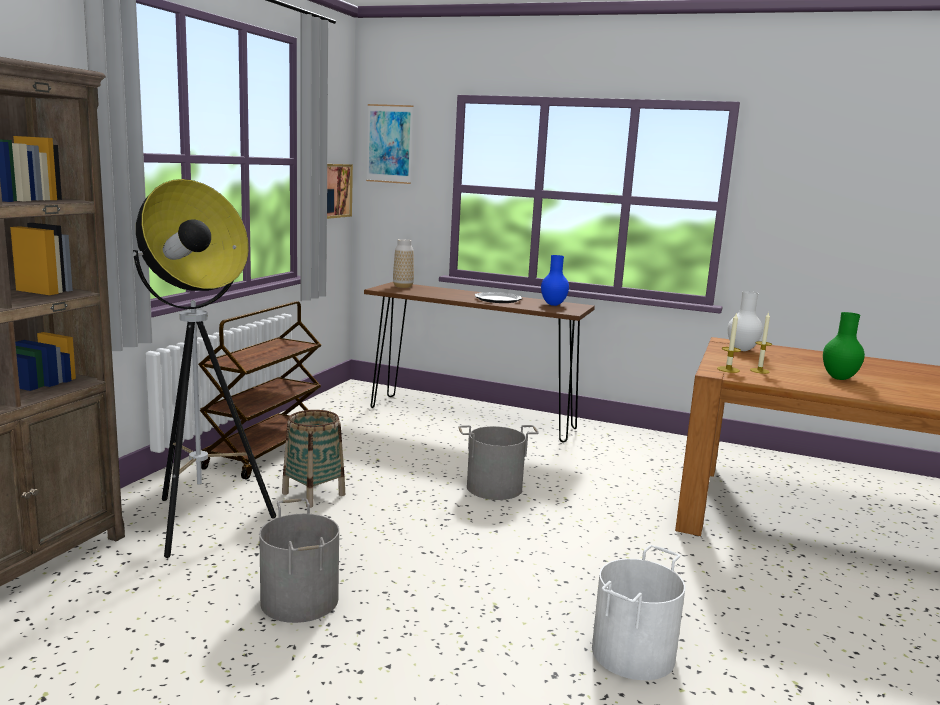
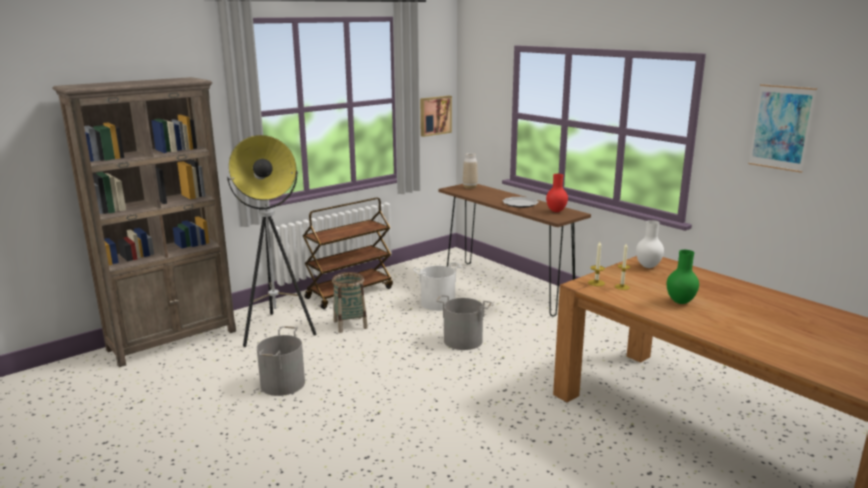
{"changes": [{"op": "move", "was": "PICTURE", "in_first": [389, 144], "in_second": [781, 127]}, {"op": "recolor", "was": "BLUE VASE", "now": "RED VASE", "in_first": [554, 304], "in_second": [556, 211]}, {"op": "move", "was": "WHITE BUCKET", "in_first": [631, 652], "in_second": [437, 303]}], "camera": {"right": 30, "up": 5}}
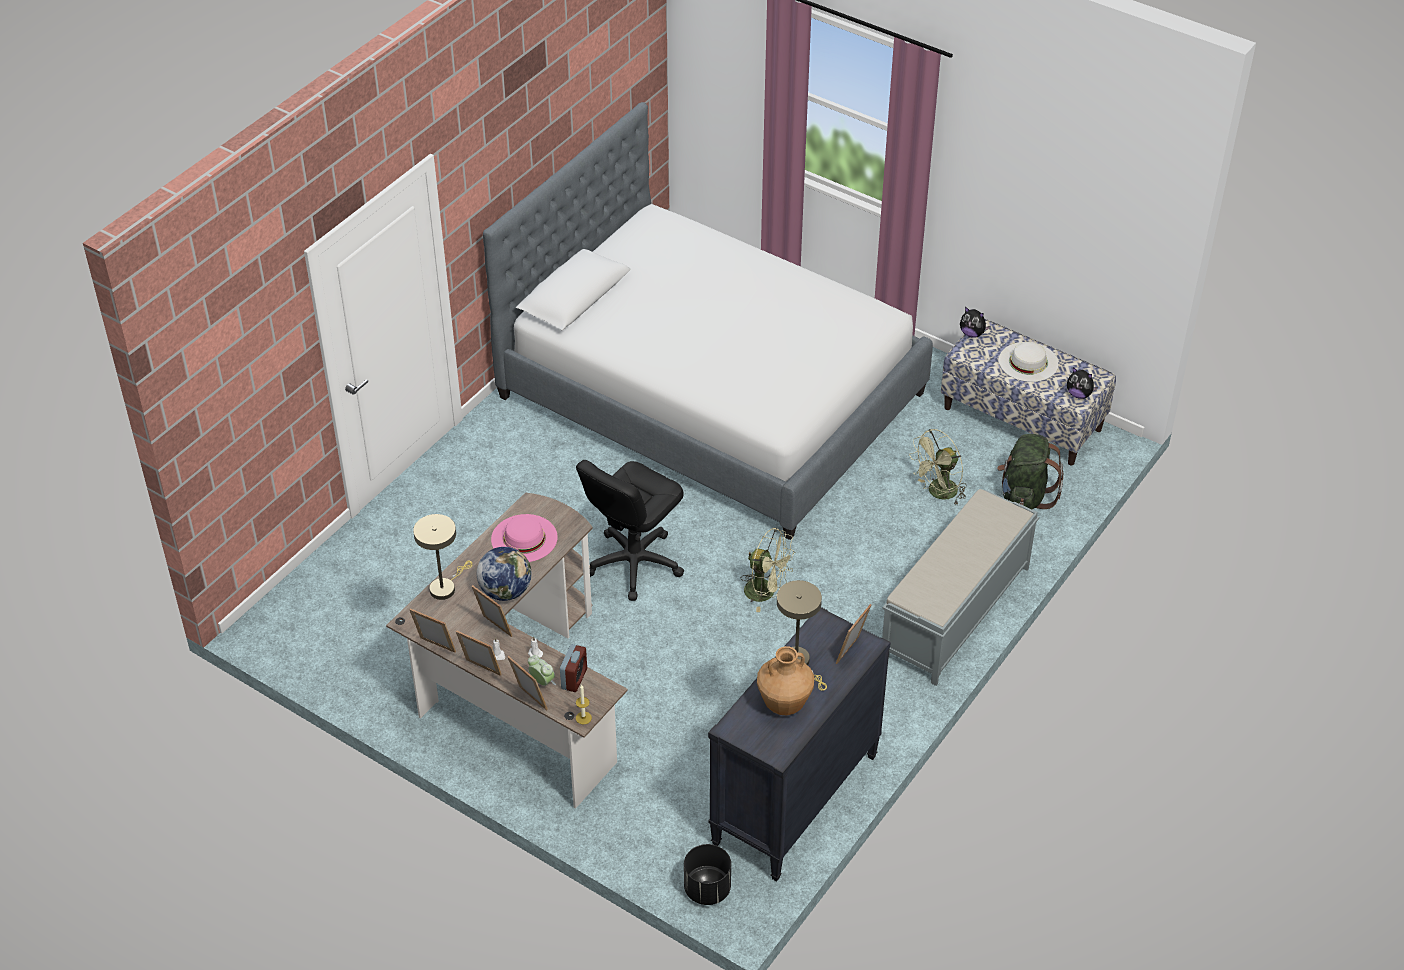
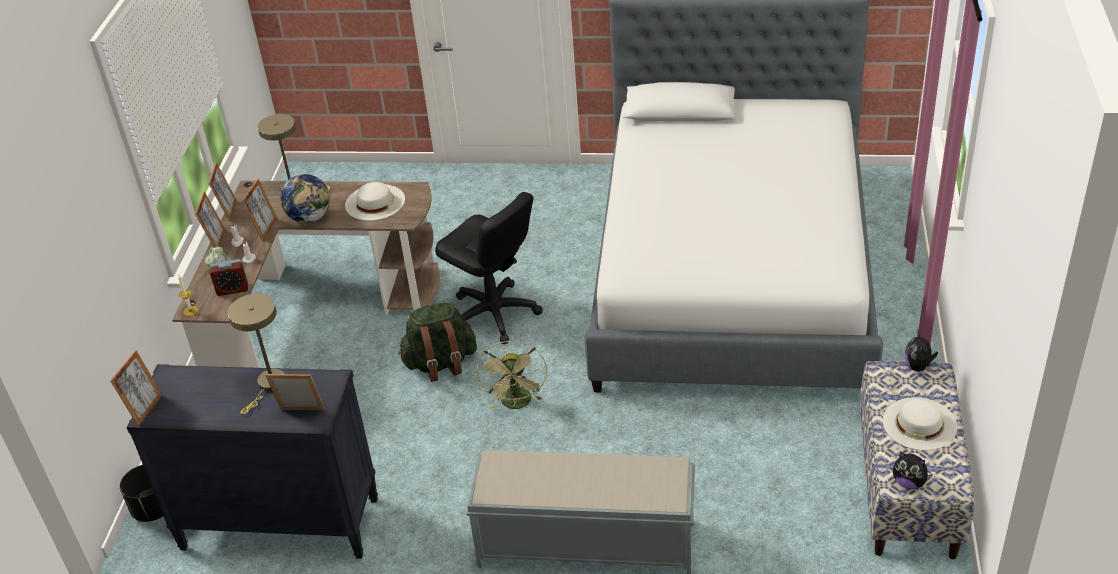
{"changes": [{"op": "recolor", "was": "PINK HAT", "now": "WHITE HAT", "in_first": [524, 538], "in_second": [375, 202]}, {"op": "move", "was": "PICTURE FRAME", "in_first": [529, 701], "in_second": [145, 409]}, {"op": "rotate", "was": "BLACK OFFICE CHAIR", "in_first": [634, 563], "in_second": [493, 314], "clockwise": -150}, {"op": "delete", "was": "BROWN VASE", "in_first": [784, 704]}, {"op": "delete", "was": "GREEN FAN", "in_first": [938, 493]}, {"op": "move", "was": "GREEN BACKPACK", "in_first": [1024, 496], "in_second": [441, 363]}, {"op": "rotate", "was": "PLUSH TOY", "in_first": [1079, 394], "in_second": [909, 483], "clockwise": -60}], "camera": {"right": 65, "up": -5}}
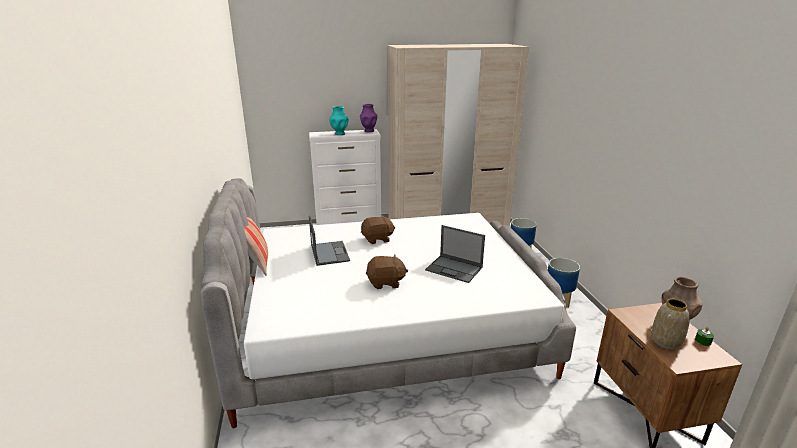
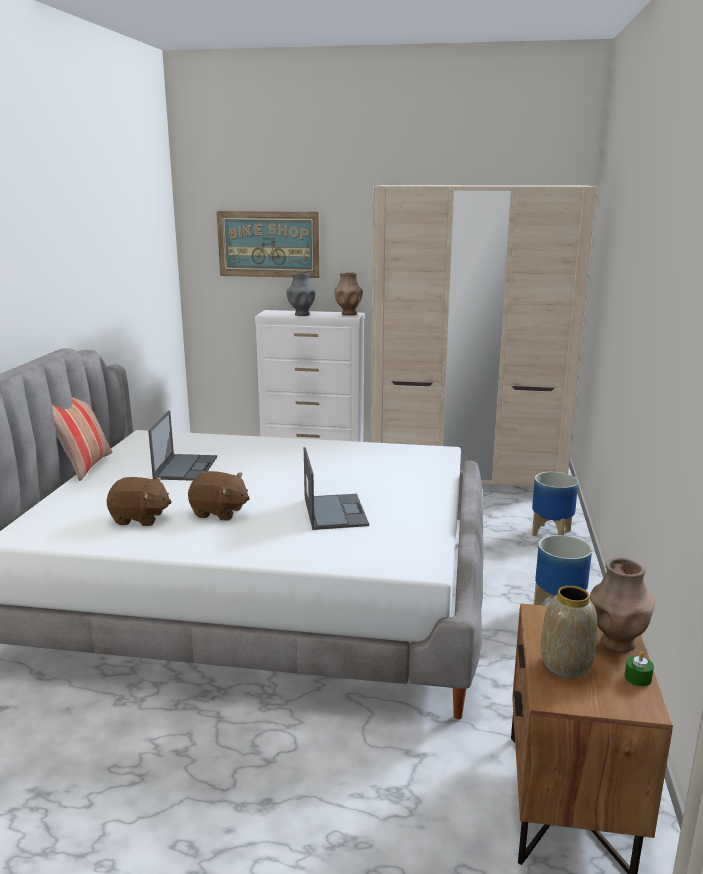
{"changes": [{"op": "recolor", "was": "TURQUOISE VASE", "now": "GREY VASE", "in_first": [339, 134], "in_second": [302, 314]}, {"op": "recolor", "was": "PURPLE VASE", "now": "BROWN VASE", "in_first": [369, 131], "in_second": [348, 314]}, {"op": "move", "was": "BROWN PLUSH TOY", "in_first": [377, 239], "in_second": [140, 518]}, {"op": "rotate", "was": "LAPTOP", "in_first": [454, 269], "in_second": [334, 511], "clockwise": -150}, {"op": "insert", "now": "PICTURE", "in_second": [268, 244]}], "camera": {"right": 20, "up": -5}}
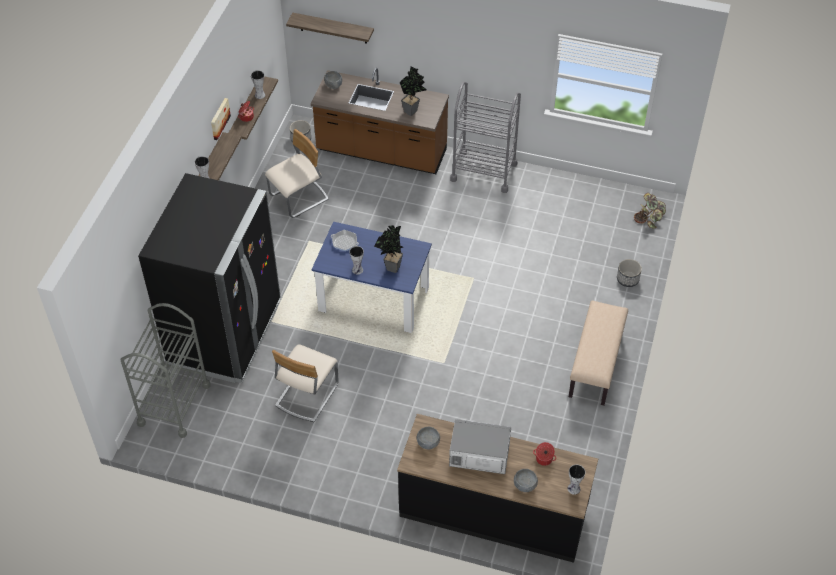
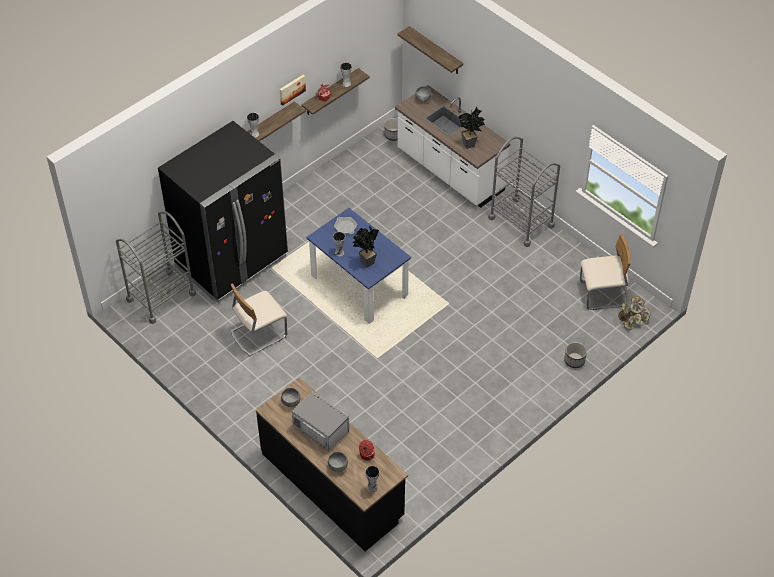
{"changes": [{"op": "move", "was": "BEIGE CHAIR", "in_first": [299, 198], "in_second": [603, 294]}, {"op": "recolor", "was": "BROWN COUNTER", "now": "WHITE COUNTER", "in_first": [381, 152], "in_second": [449, 171]}, {"op": "delete", "was": "BEIGE BENCH", "in_first": [596, 364]}], "camera": {"right": 30, "up": 0}}
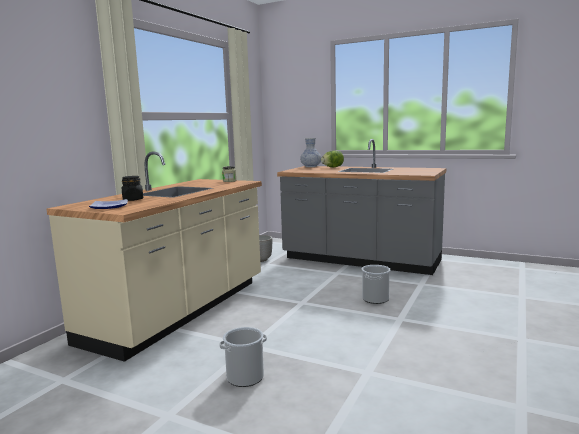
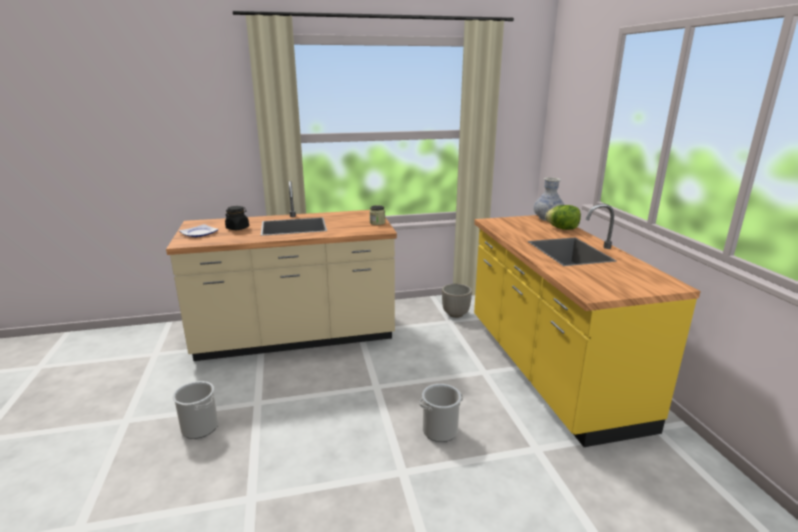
{"changes": [{"op": "recolor", "was": "GREY COUNTER", "now": "YELLOW COUNTER", "in_first": [360, 260], "in_second": [549, 370]}], "camera": {"right": 50, "up": 10}}
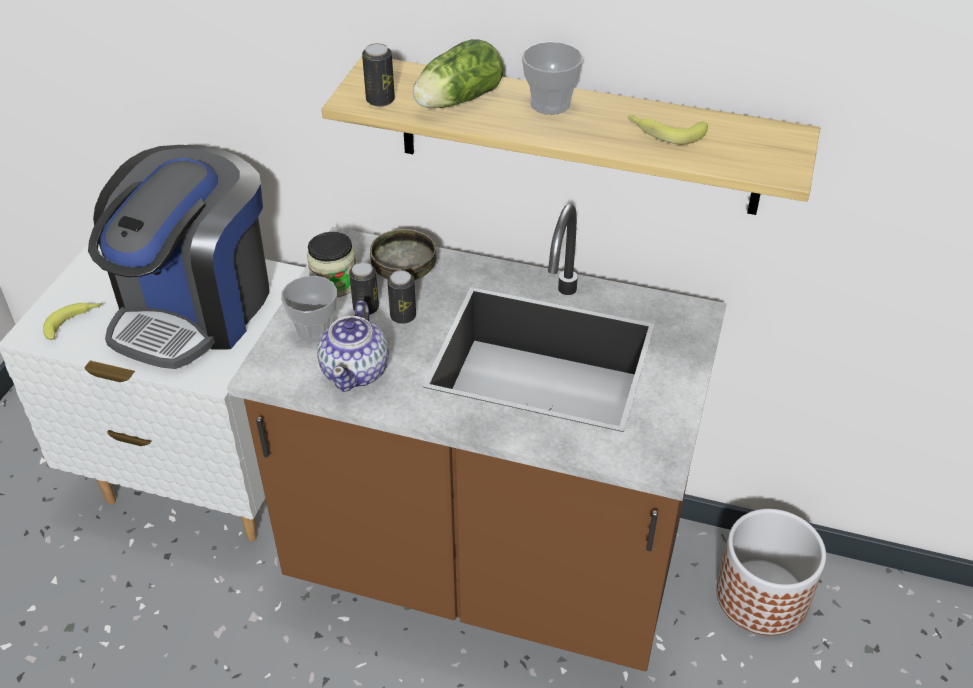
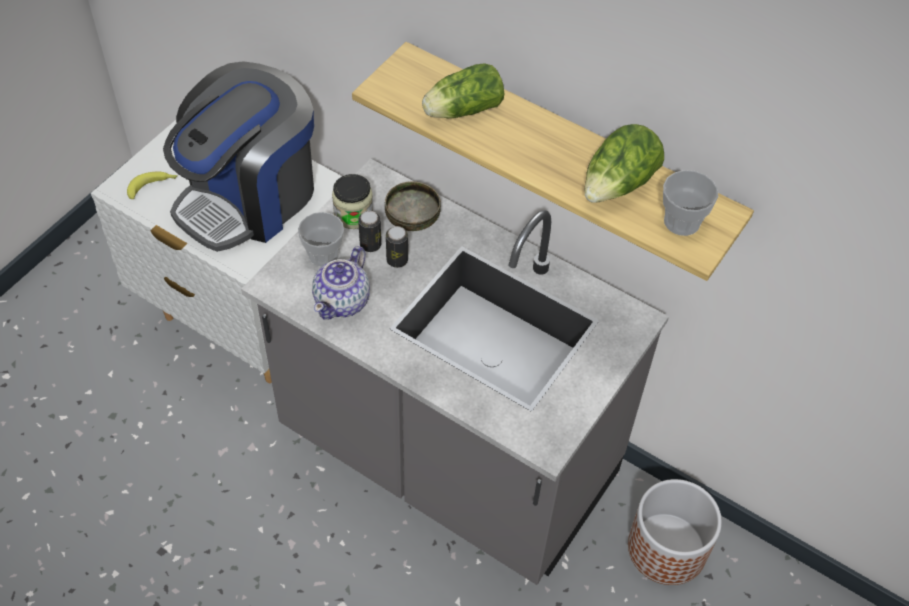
{"changes": [{"op": "recolor", "was": "BROWN COUNTER", "now": "GREY COUNTER", "in_first": [486, 567], "in_second": [447, 458]}, {"op": "delete", "was": "CAN", "in_first": [380, 100]}, {"op": "move", "was": "CUP", "in_first": [550, 104], "in_second": [681, 222]}, {"op": "replace", "was": "BANANA", "now": "LETTUCE", "in_first": [665, 132], "in_second": [618, 185]}], "camera": {"right": 15, "up": 10}}
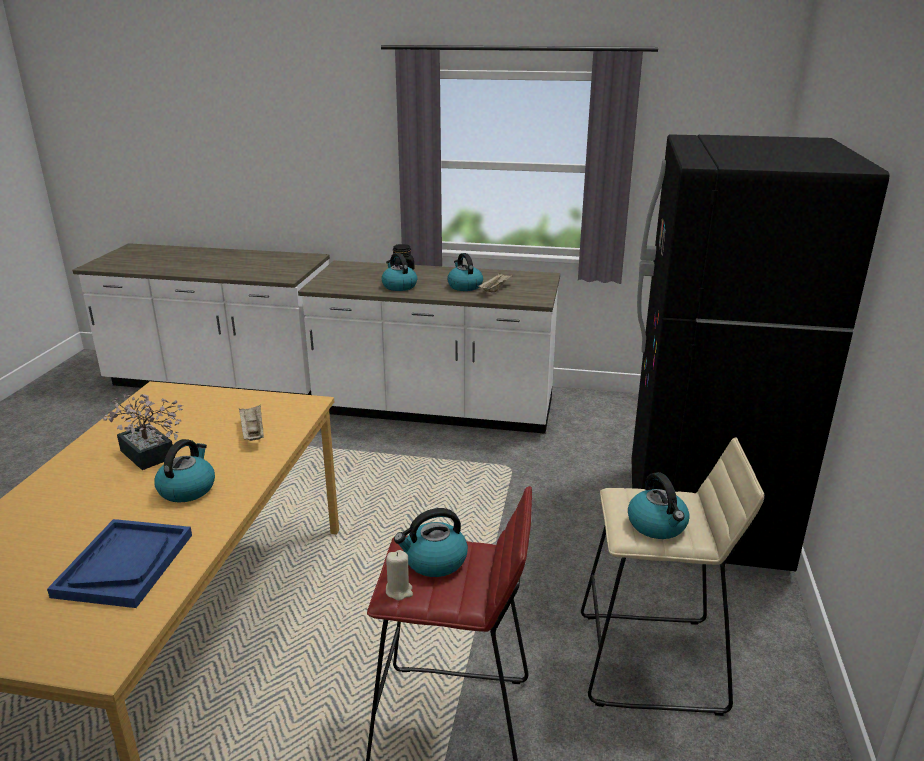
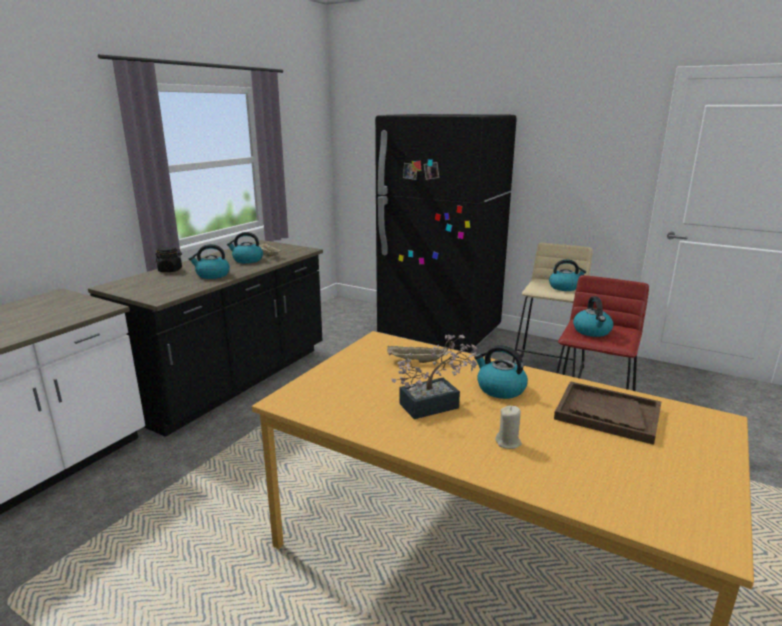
{"changes": [{"op": "recolor", "was": "BLUE TRAY", "now": "BROWN TRAY", "in_first": [124, 564], "in_second": [607, 414]}, {"op": "recolor", "was": "WHITE COUNTER", "now": "BLACK COUNTER", "in_first": [435, 409], "in_second": [232, 381]}, {"op": "move", "was": "BEIGE CANDLE", "in_first": [399, 591], "in_second": [508, 442]}], "camera": {"right": -70, "up": -5}}
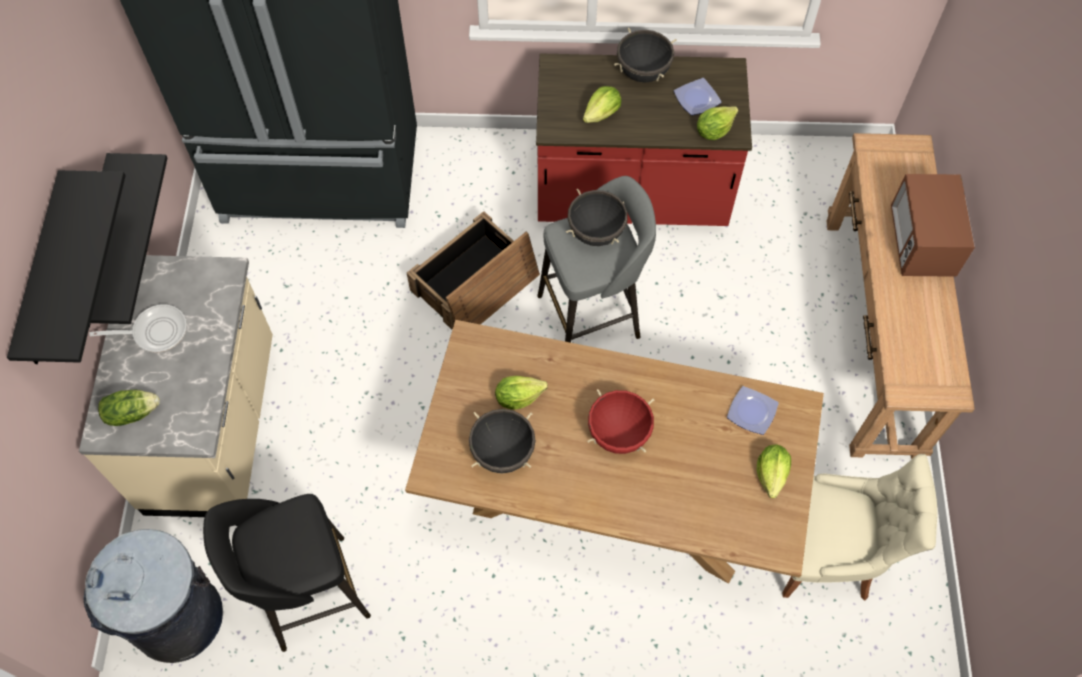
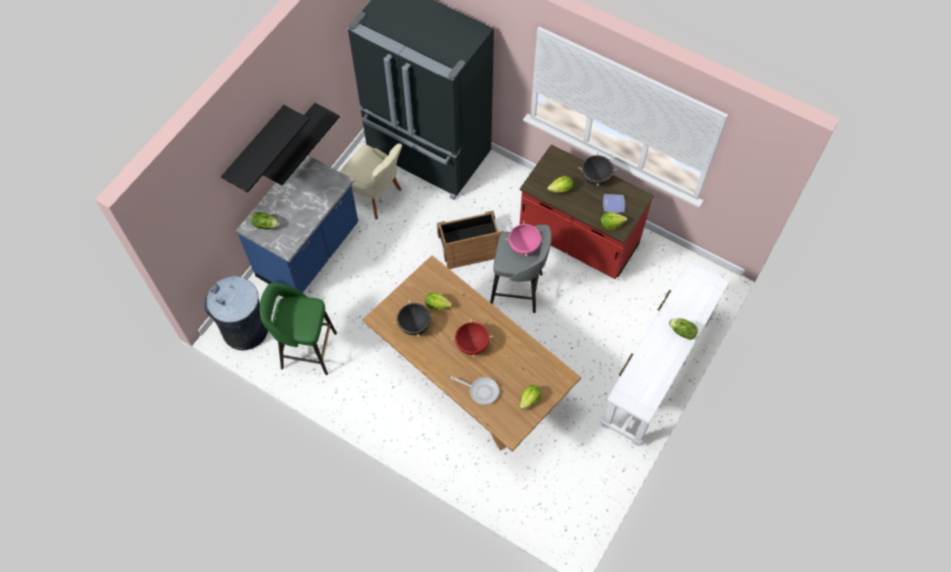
{"changes": [{"op": "recolor", "was": "BEIGE COUNTER", "now": "BLUE COUNTER", "in_first": [215, 426], "in_second": [309, 252]}, {"op": "move", "was": "FRYING PAN", "in_first": [155, 331], "in_second": [481, 391]}, {"op": "recolor", "was": "BLACK STOOL", "now": "GREEN STOOL", "in_first": [309, 594], "in_second": [306, 350]}, {"op": "recolor", "was": "BLACK COOKING POT", "now": "PINK COOKING POT", "in_first": [596, 232], "in_second": [524, 246]}, {"op": "delete", "was": "PLATE", "in_first": [751, 411]}, {"op": "move", "was": "BEIGE CHAIR", "in_first": [827, 554], "in_second": [374, 196]}, {"op": "recolor", "was": "BROWN CONSOLE TABLE", "now": "WHITE CONSOLE TABLE", "in_first": [871, 333], "in_second": [656, 372]}, {"op": "replace", "was": "MICROWAVE", "now": "LETTUCE", "in_first": [920, 243], "in_second": [682, 332]}], "camera": {"right": 30, "up": 0}}
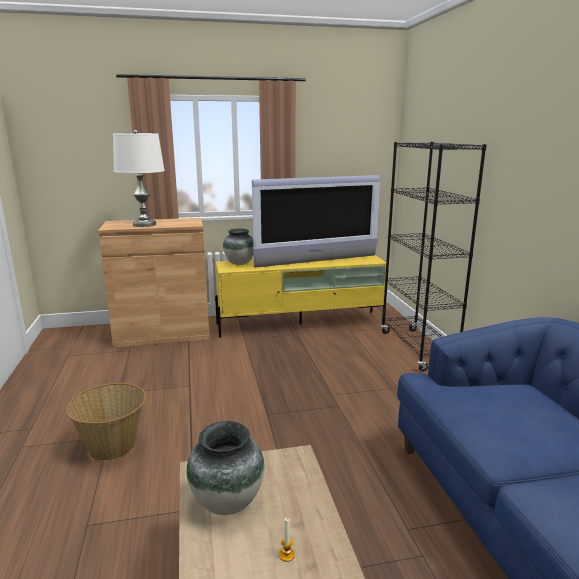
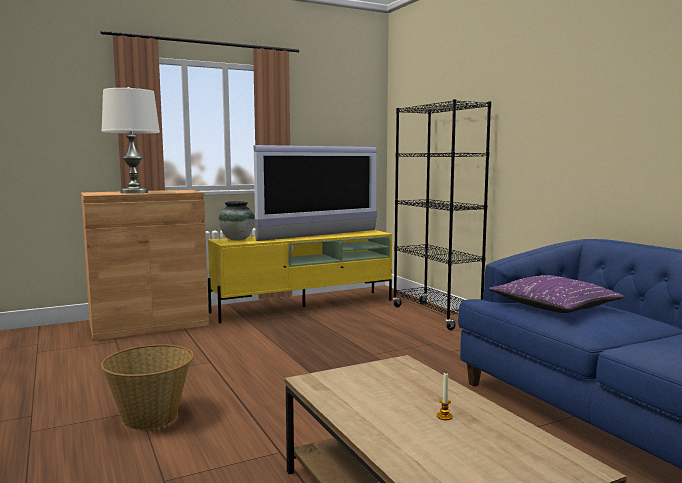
{"changes": [{"op": "delete", "was": "VASE", "in_first": [227, 503]}, {"op": "insert", "now": "PURPLE PILLOW", "in_second": [554, 306]}], "camera": {"right": -15, "up": -10}}
